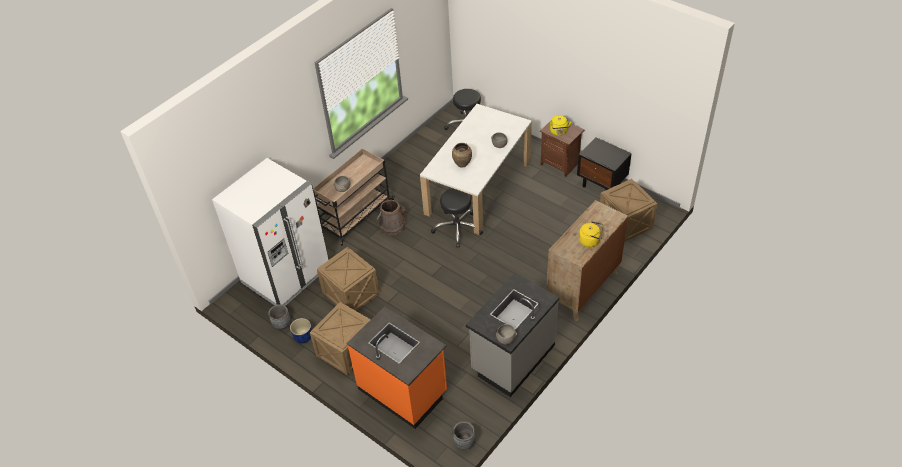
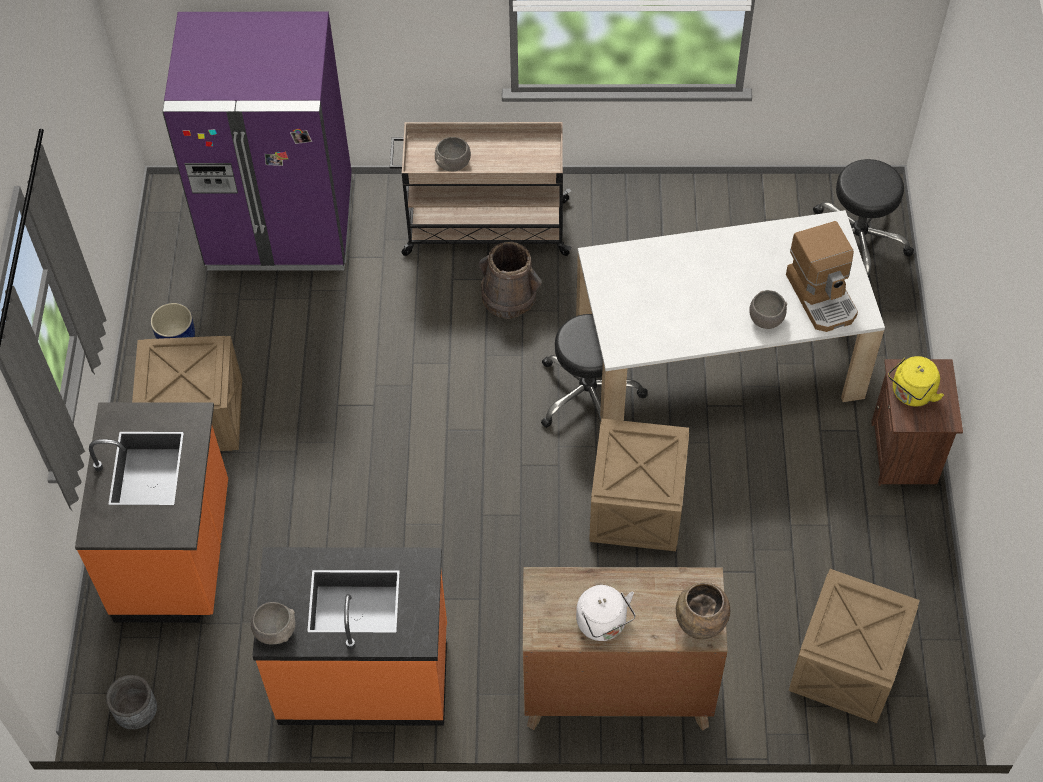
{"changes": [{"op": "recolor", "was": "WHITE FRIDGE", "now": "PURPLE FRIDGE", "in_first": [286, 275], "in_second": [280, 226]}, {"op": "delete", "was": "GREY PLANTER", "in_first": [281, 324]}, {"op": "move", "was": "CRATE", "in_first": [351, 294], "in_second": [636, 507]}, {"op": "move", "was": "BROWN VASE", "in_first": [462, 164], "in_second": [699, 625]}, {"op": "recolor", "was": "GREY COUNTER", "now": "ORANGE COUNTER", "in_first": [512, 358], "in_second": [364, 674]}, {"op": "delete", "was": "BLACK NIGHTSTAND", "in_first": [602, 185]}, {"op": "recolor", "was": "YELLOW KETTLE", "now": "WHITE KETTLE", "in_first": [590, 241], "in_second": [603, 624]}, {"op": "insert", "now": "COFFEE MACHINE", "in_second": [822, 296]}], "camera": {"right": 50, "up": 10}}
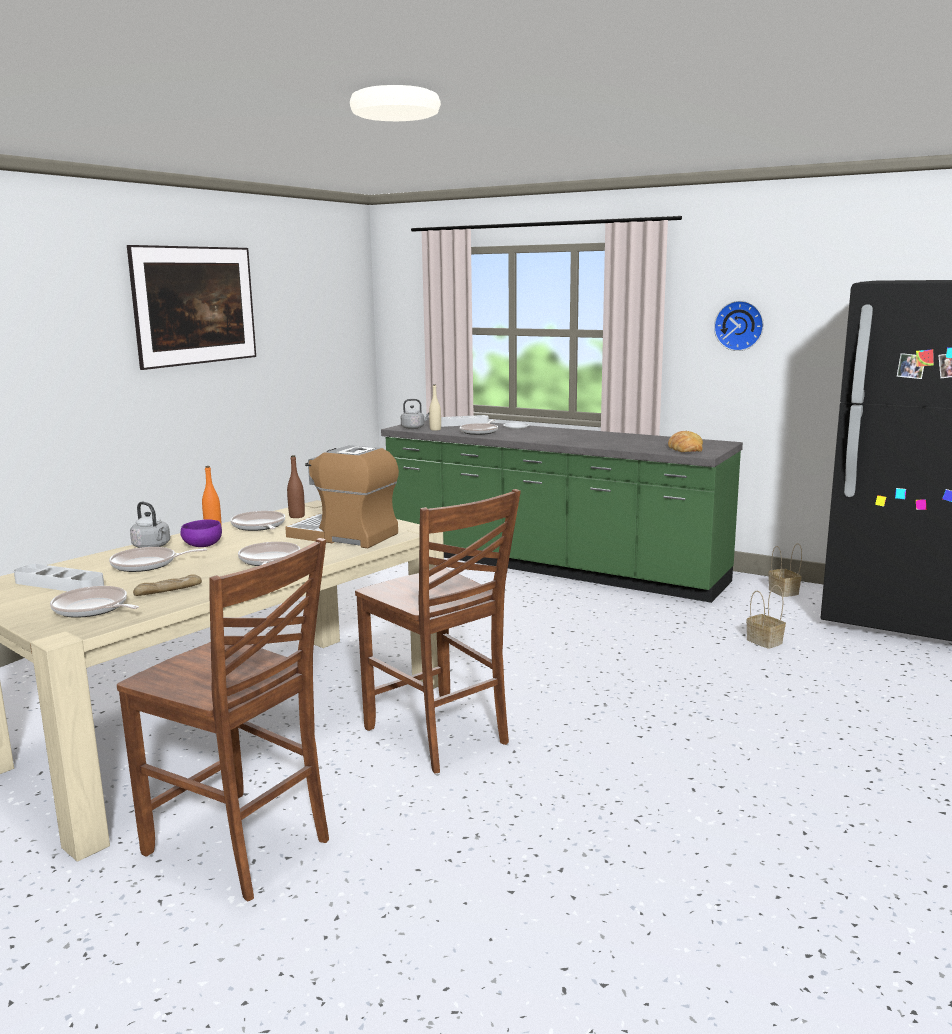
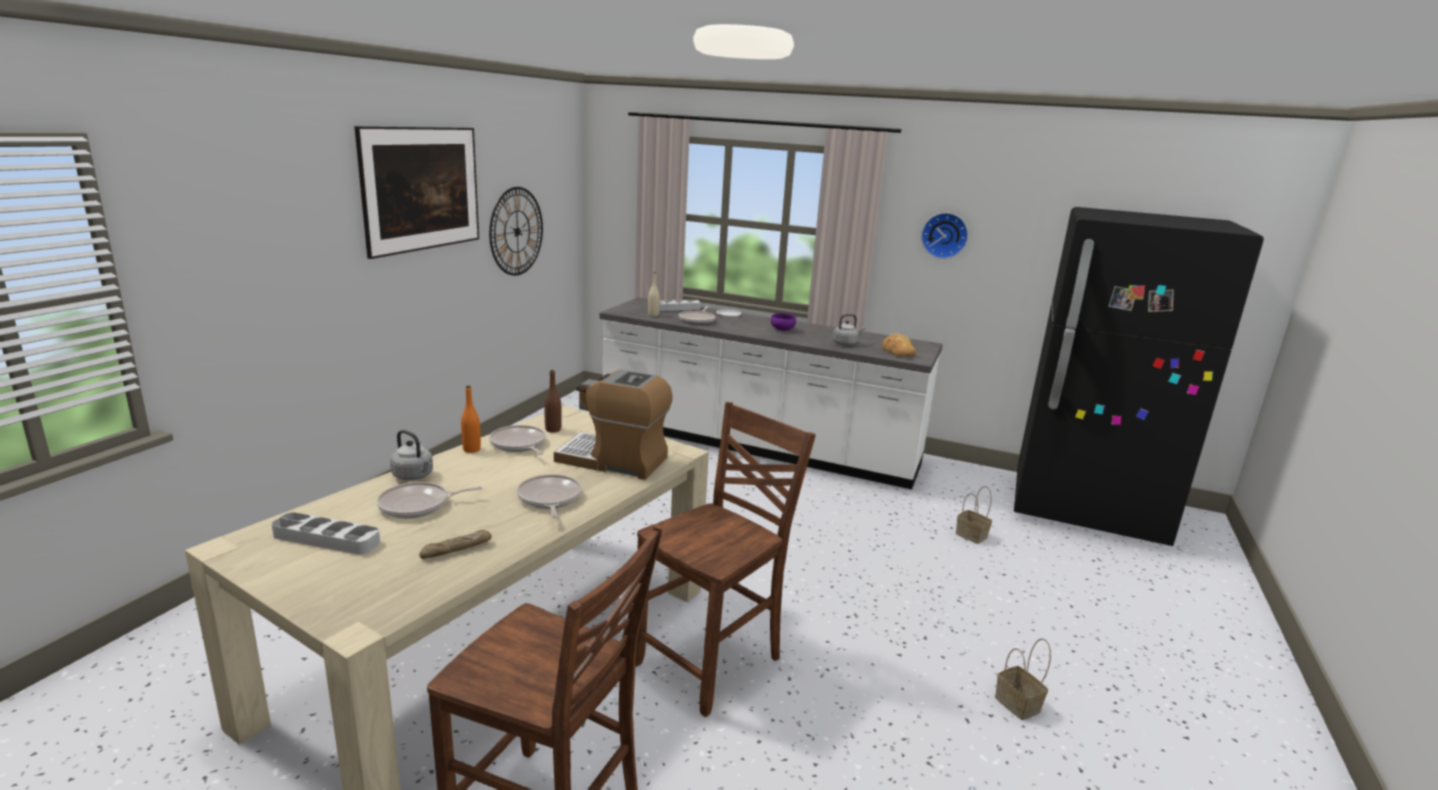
{"changes": [{"op": "delete", "was": "FRYING PAN", "in_first": [93, 609]}, {"op": "move", "was": "PURPLE BOWL", "in_first": [202, 546], "in_second": [782, 330]}, {"op": "rotate", "was": "BROWN CHAIR", "in_first": [439, 736], "in_second": [712, 662], "clockwise": -90}, {"op": "recolor", "was": "GREEN COUNTER", "now": "WHITE COUNTER", "in_first": [550, 567], "in_second": [757, 446]}, {"op": "move", "was": "GREY KETTLE", "in_first": [414, 428], "in_second": [846, 343]}, {"op": "move", "was": "BASKET", "in_first": [784, 592], "in_second": [1019, 705]}, {"op": "insert", "now": "WALL CLOCK", "in_second": [517, 231]}], "camera": {"right": -10, "up": 5}}
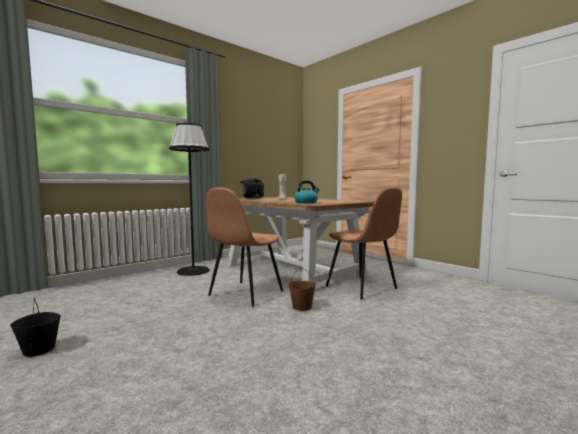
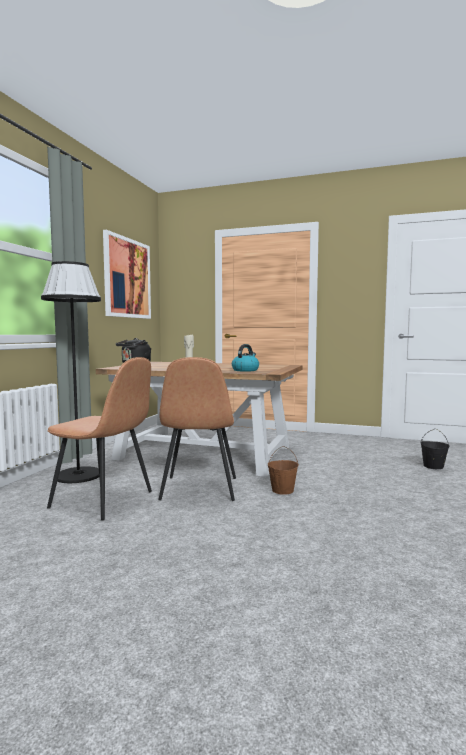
{"changes": [{"op": "move", "was": "BLACK BUCKET", "in_first": [38, 350], "in_second": [433, 466]}, {"op": "move", "was": "BROWN CHAIR", "in_first": [362, 288], "in_second": [104, 500]}, {"op": "insert", "now": "PICTURE", "in_second": [127, 278]}], "camera": {"right": -30, "up": 0}}
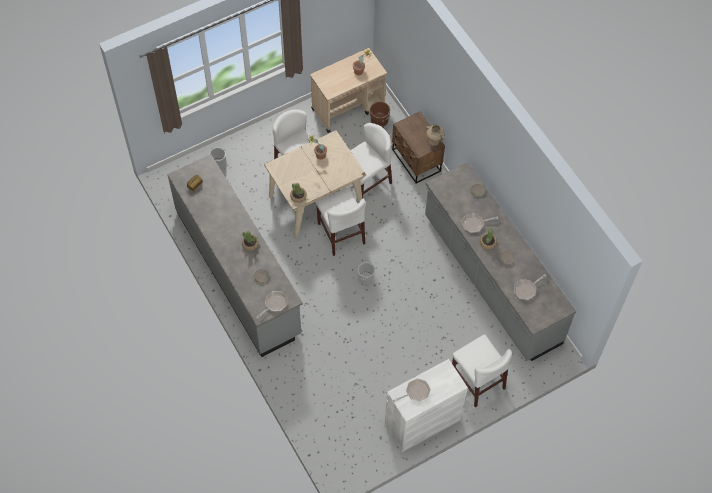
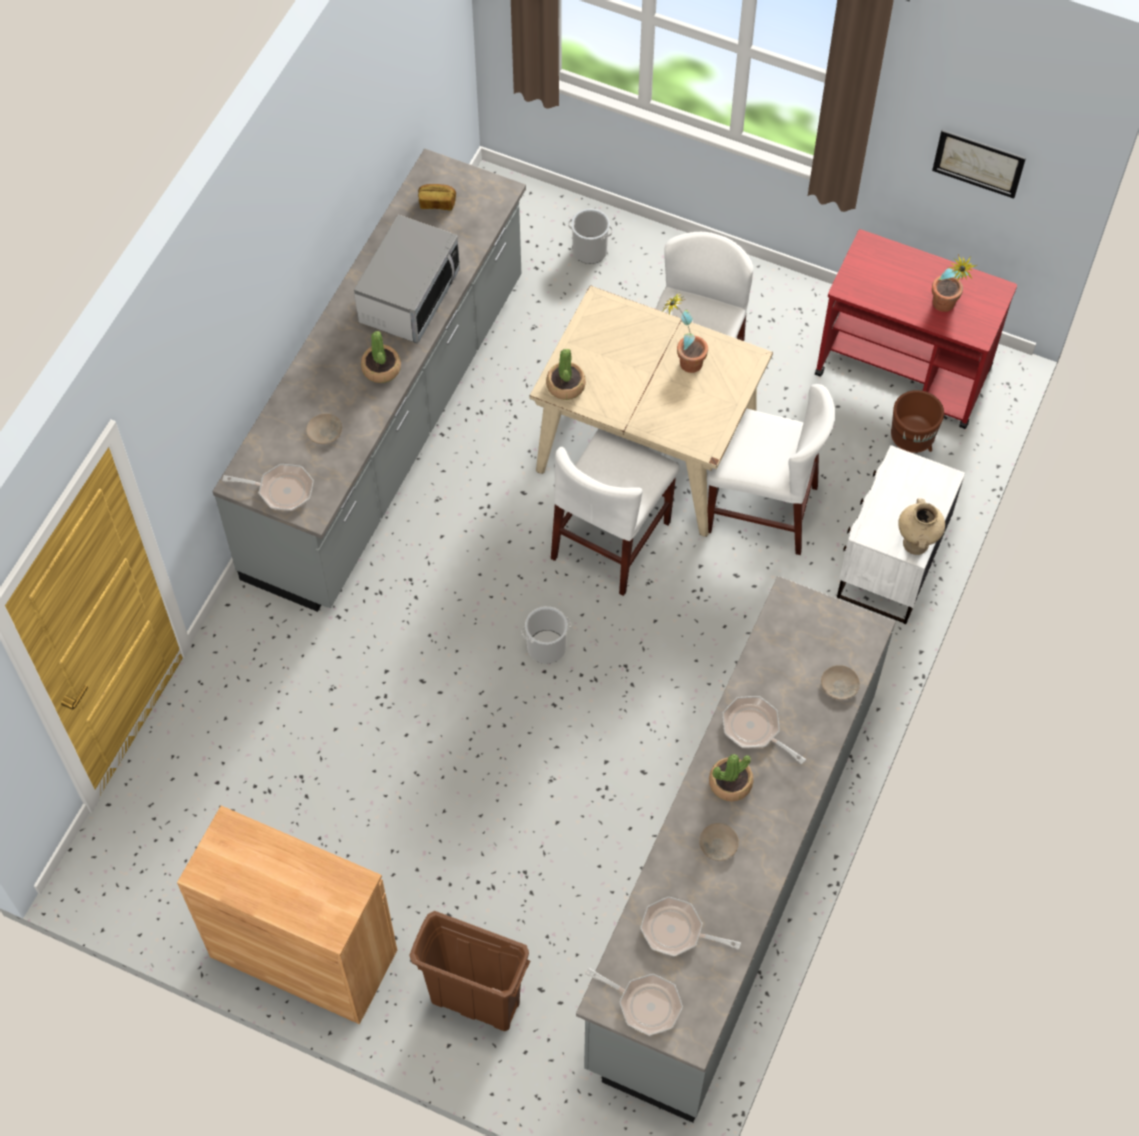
{"changes": [{"op": "recolor", "was": "BEIGE CART", "now": "RED CART", "in_first": [348, 107], "in_second": [904, 372]}, {"op": "recolor", "was": "WHITE CABINET", "now": "BROWN CABINET", "in_first": [422, 422], "in_second": [303, 953]}, {"op": "recolor", "was": "BROWN NIGHTSTAND", "now": "WHITE NIGHTSTAND", "in_first": [416, 161], "in_second": [889, 565]}, {"op": "move", "was": "FRYING PAN", "in_first": [415, 392], "in_second": [644, 1004]}, {"op": "replace", "was": "WHITE CHAIR", "now": "BROWN TRASH CAN", "in_first": [477, 381], "in_second": [474, 1002]}, {"op": "insert", "now": "MICROWAVE", "in_second": [409, 297]}, {"op": "insert", "now": "PICTURE", "in_second": [978, 163]}], "camera": {"right": 55, "up": 0}}
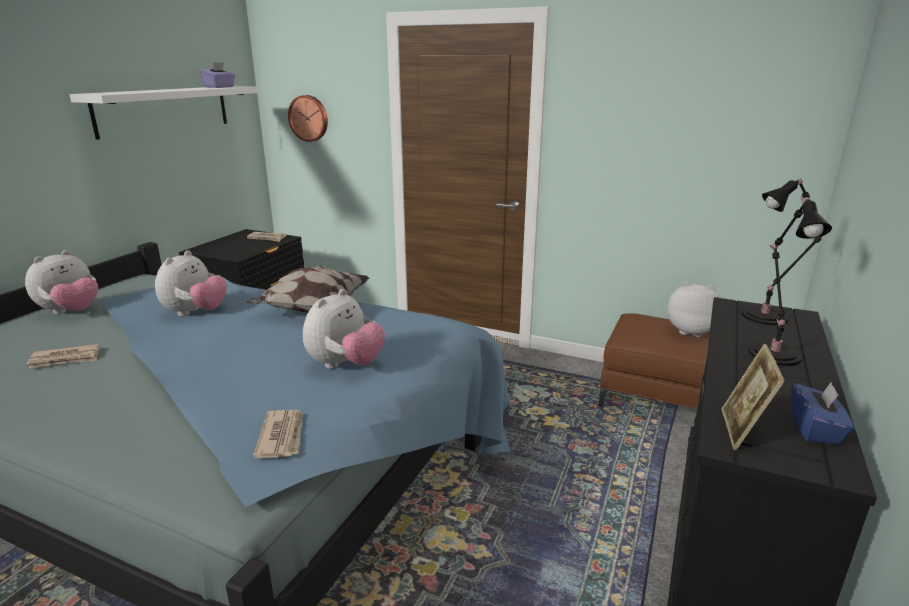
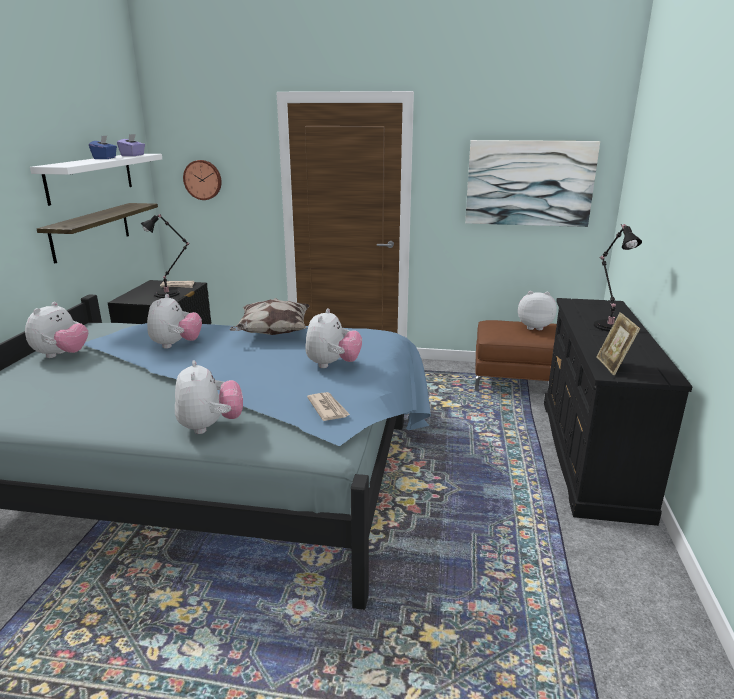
{"changes": [{"op": "delete", "was": "NEWSPAPER", "in_first": [66, 359]}, {"op": "move", "was": "BLACK TABLE LAMP", "in_first": [768, 316], "in_second": [169, 294]}, {"op": "move", "was": "BLUE TISSUE BOX", "in_first": [815, 429], "in_second": [105, 158]}, {"op": "insert", "now": "SHELF", "in_second": [91, 231]}, {"op": "insert", "now": "PLUSH TOY", "in_second": [210, 426]}, {"op": "insert", "now": "PICTURE", "in_second": [529, 183]}], "camera": {"right": -15, "up": 0}}
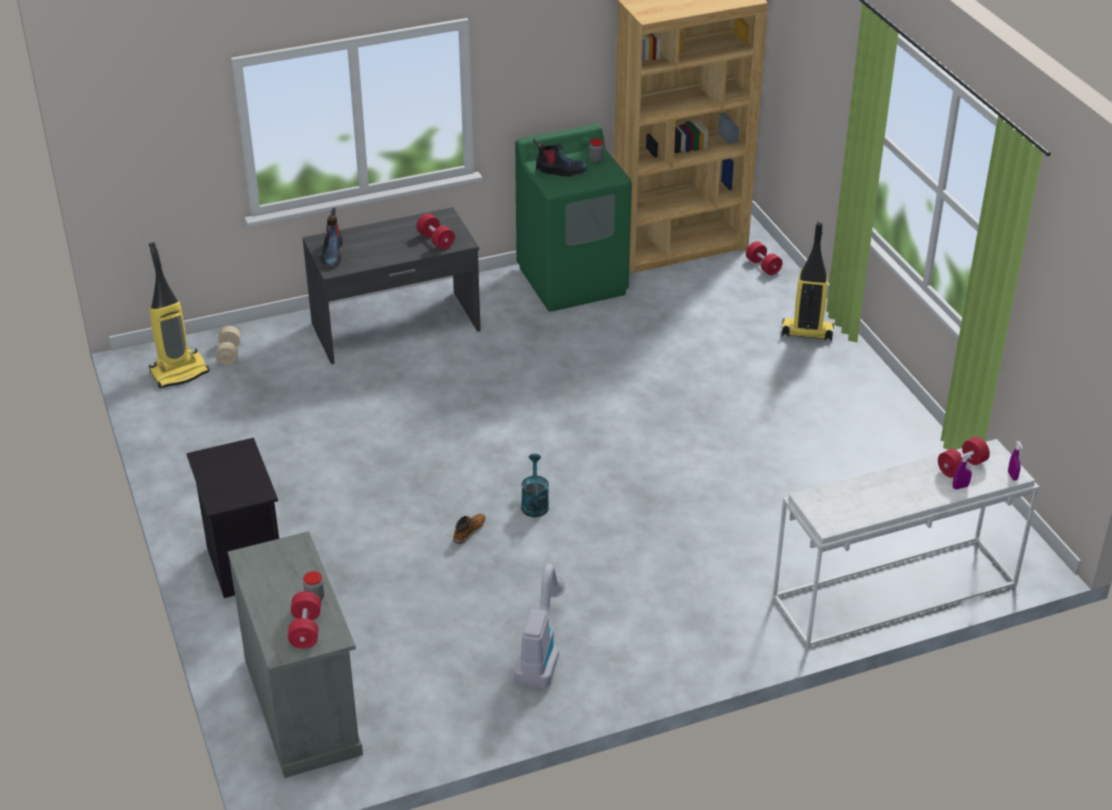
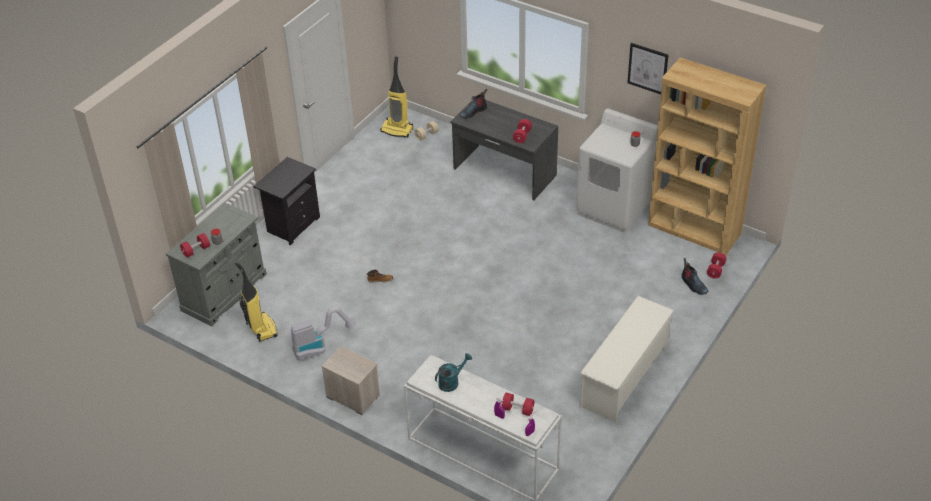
{"changes": [{"op": "recolor", "was": "GREEN WASHING MACHINE", "now": "WHITE WASHING MACHINE", "in_first": [573, 280], "in_second": [614, 208]}, {"op": "move", "was": "TURQUOISE WATERING CAN", "in_first": [534, 503], "in_second": [451, 382]}, {"op": "move", "was": "BOOT", "in_first": [560, 171], "in_second": [693, 285]}, {"op": "move", "was": "VACUUM CLEANER", "in_first": [806, 333], "in_second": [261, 328]}, {"op": "insert", "now": "NIGHTSTAND", "in_second": [352, 395]}, {"op": "insert", "now": "WHITE SHOE RACK", "in_second": [624, 377]}, {"op": "insert", "now": "PICTURE", "in_second": [648, 68]}], "camera": {"right": 55, "up": 5}}
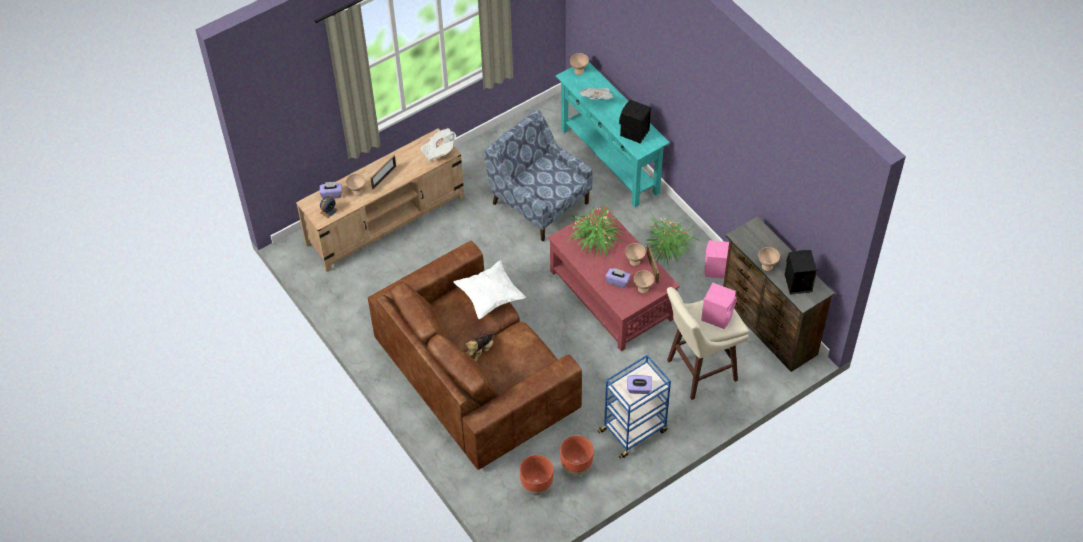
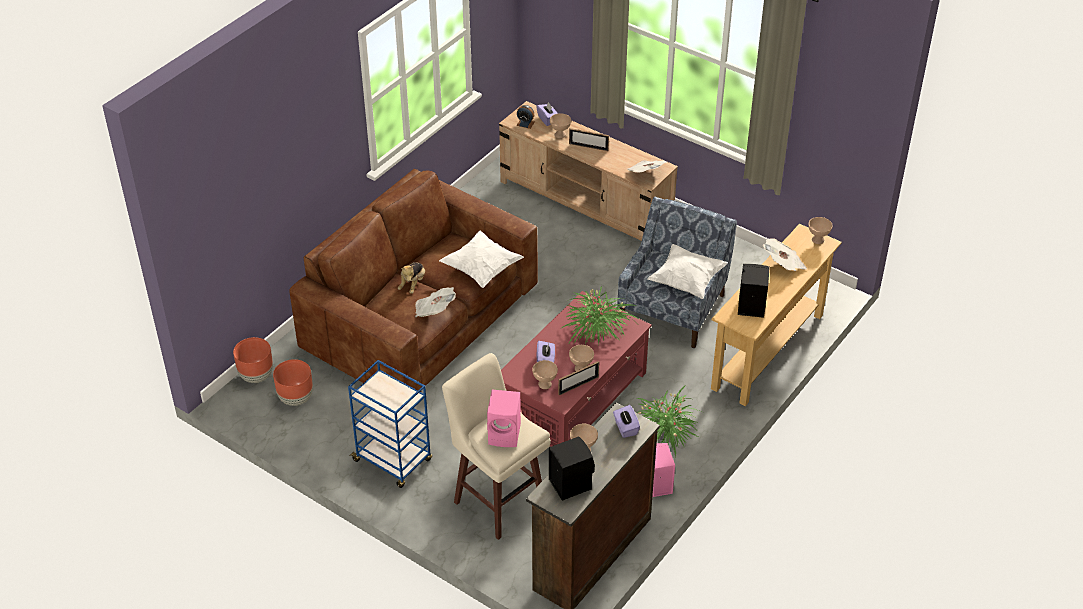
{"changes": [{"op": "rotate", "was": "PLUSH TOY", "in_first": [480, 351], "in_second": [413, 284], "clockwise": -90}, {"op": "recolor", "was": "TURQUOISE CONSOLE TABLE", "now": "BEIGE CONSOLE TABLE", "in_first": [610, 161], "in_second": [768, 351]}, {"op": "move", "was": "BROWN PLANTER", "in_first": [576, 466], "in_second": [256, 376]}, {"op": "move", "was": "PURPLE TISSUE BOX", "in_first": [639, 389], "in_second": [625, 428]}, {"op": "insert", "now": "NEWSPAPER", "in_second": [434, 310]}, {"op": "insert", "now": "WHITE PILLOW", "in_second": [686, 281]}], "camera": {"right": 70, "up": -10}}
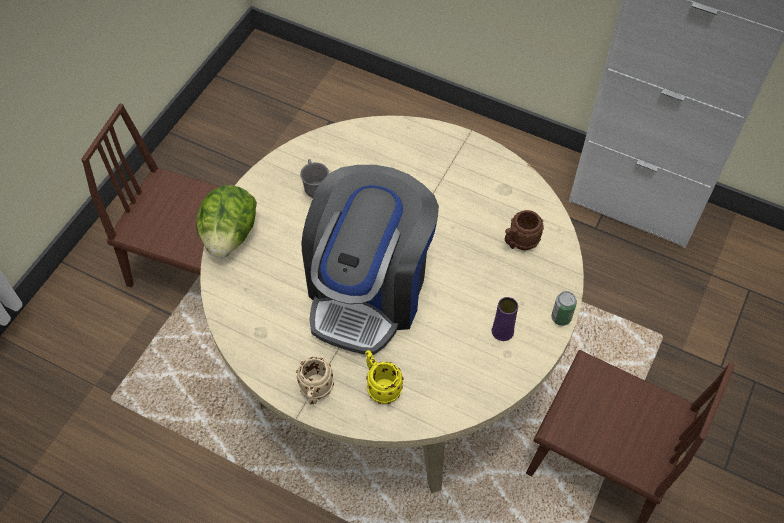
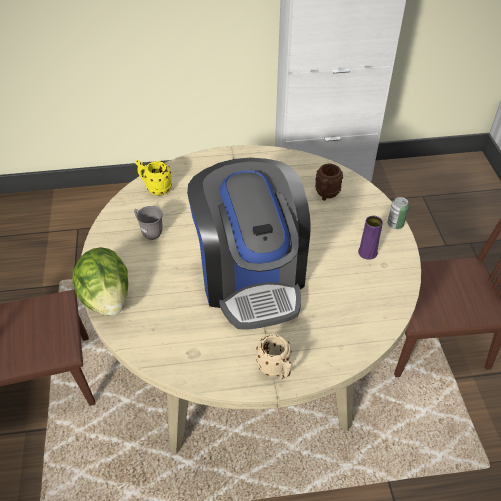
{"changes": [{"op": "move", "was": "YELLOW MUG", "in_first": [381, 386], "in_second": [155, 188]}], "camera": {"right": -35, "up": -10}}
